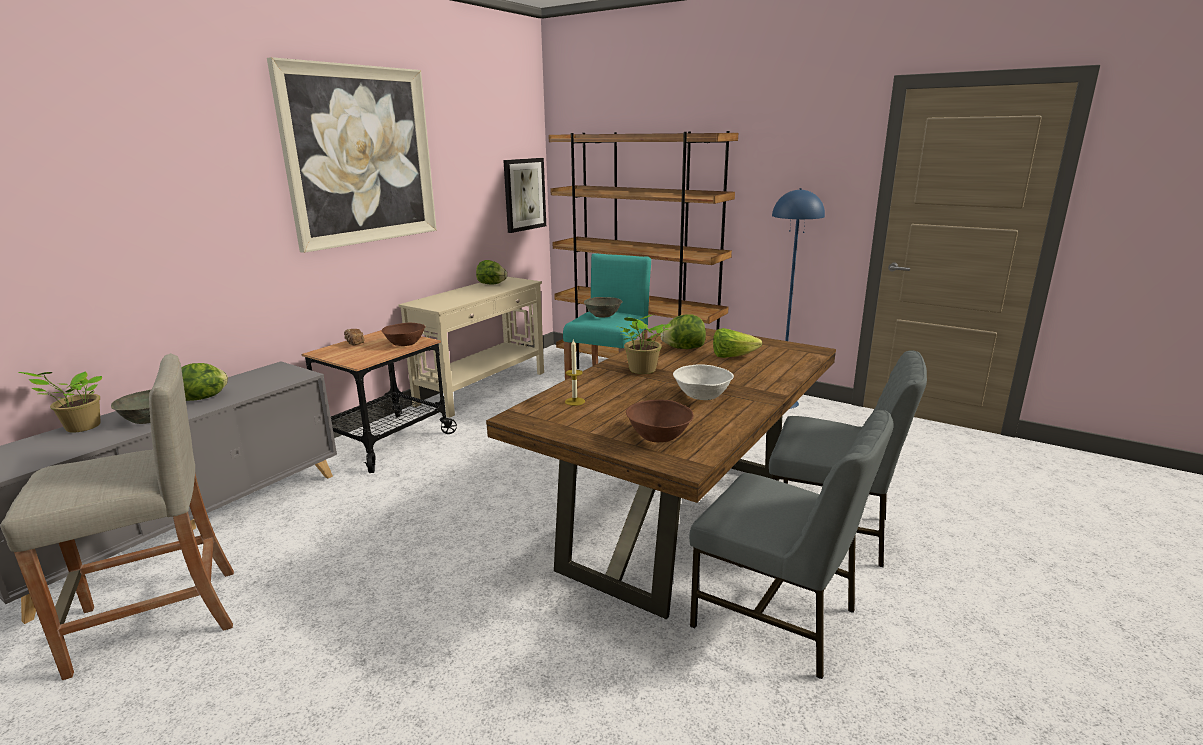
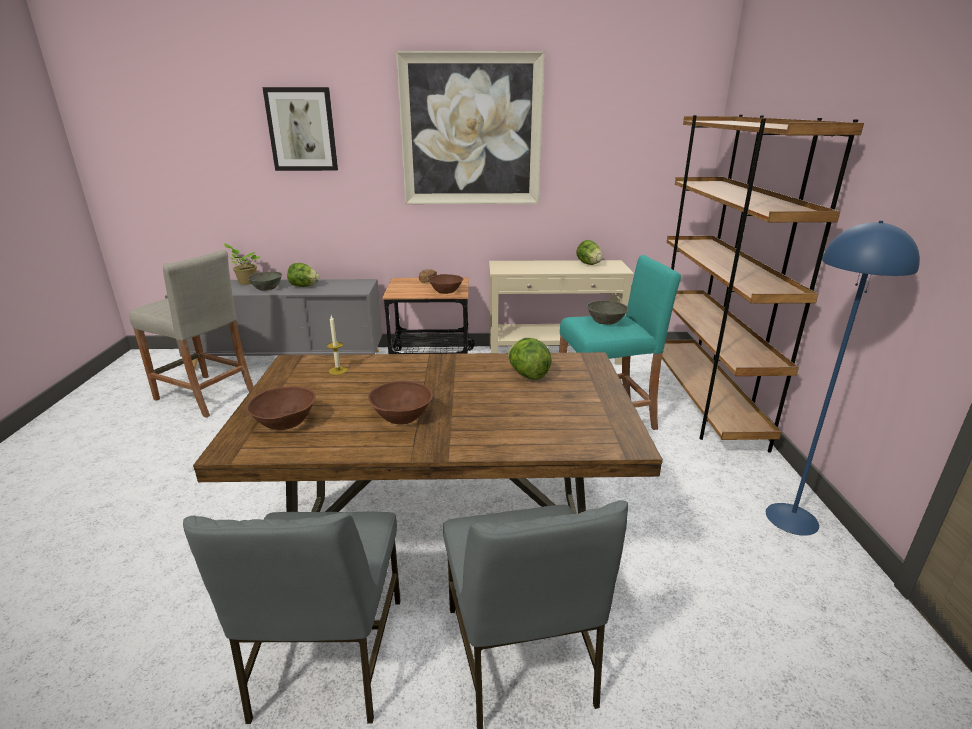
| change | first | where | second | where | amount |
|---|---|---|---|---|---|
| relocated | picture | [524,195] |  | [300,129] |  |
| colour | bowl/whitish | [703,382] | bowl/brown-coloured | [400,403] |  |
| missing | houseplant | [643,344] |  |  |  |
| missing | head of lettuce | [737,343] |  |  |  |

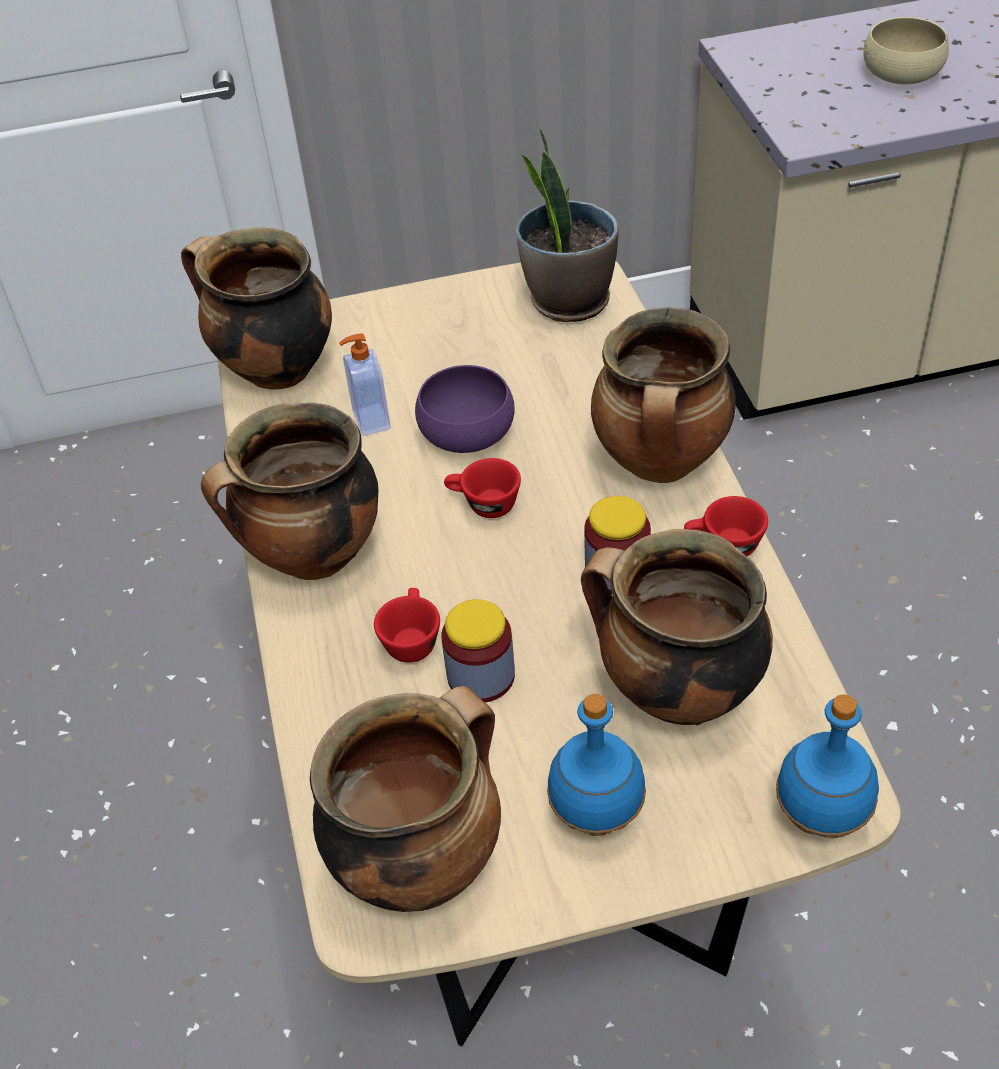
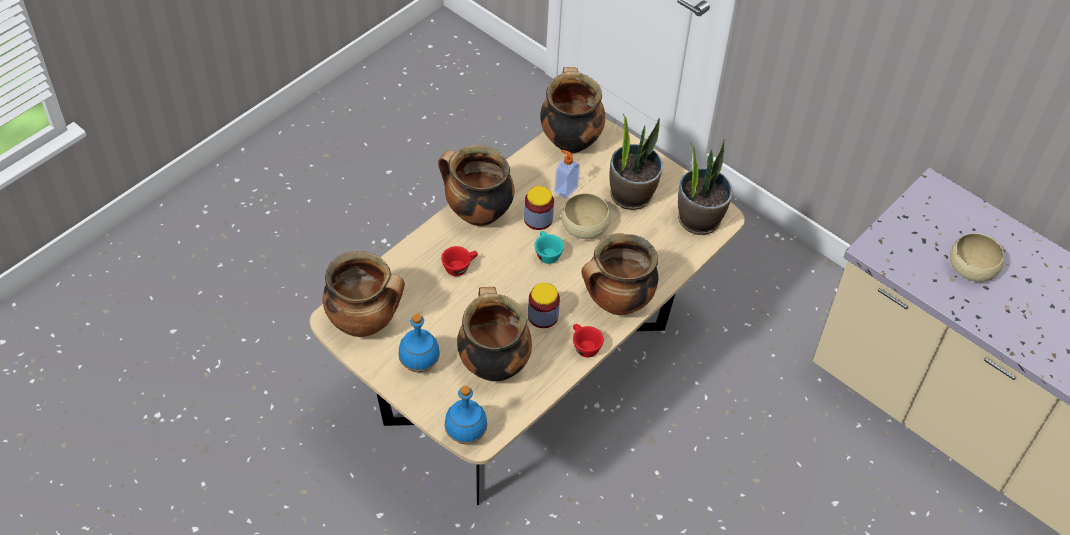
| change | first | where | second | where | amount |
|---|---|---|---|---|---|
| relocated | preserve jar | [478,651] |  | [539,208] |  |
| colour | cup/reddish | [482,488] | cup/blue-green | [549,247] |  |
| colour | bowl/purple-coloured | [465,409] | bowl/beige-coloured | [586,216] |  |
| appeared |  |  | houseplant | [636,162] |  |

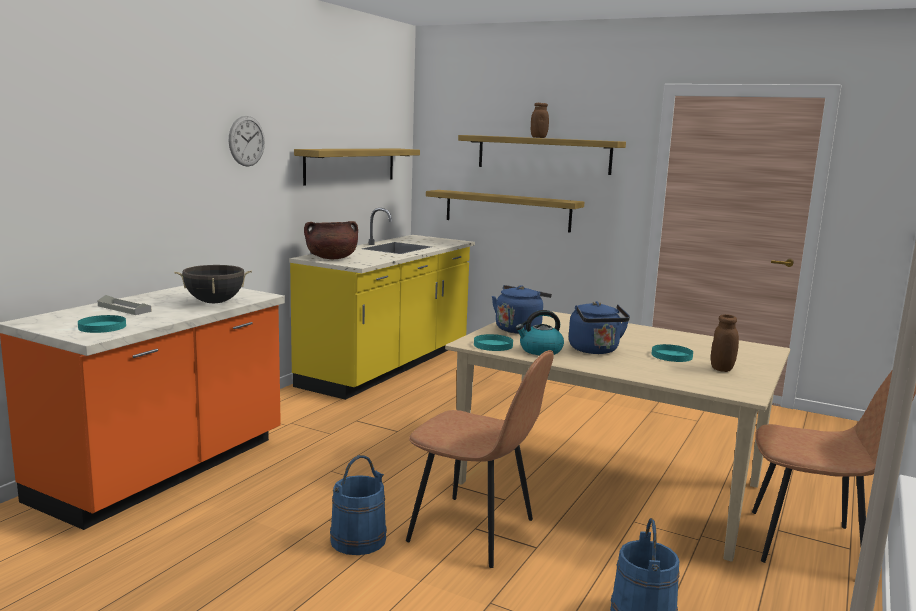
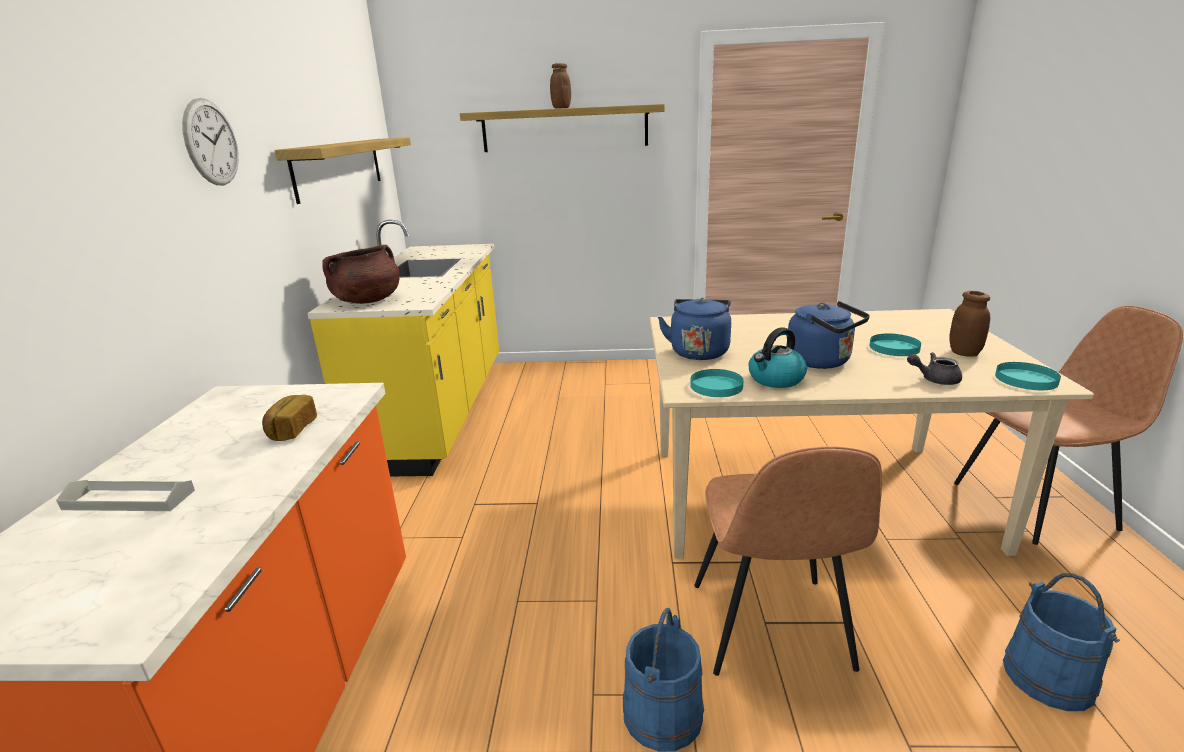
| change | first | where | second | where | amount |
|---|---|---|---|---|---|
| exchanged | stockpot/black-coloured | [213,284] | baked bread | [289,417] |  |
| spun | upright chair/brown-coloured | [480,459] |  | [788,561] | 90 degrees clockwise |
| appeared |  |  | tea pot/gray | [934,368] |  |
| relocated | plate/blue-green | [102,324] |  | [1028,376] |  |
| missing | shelf | [505,211] |  |  |  |

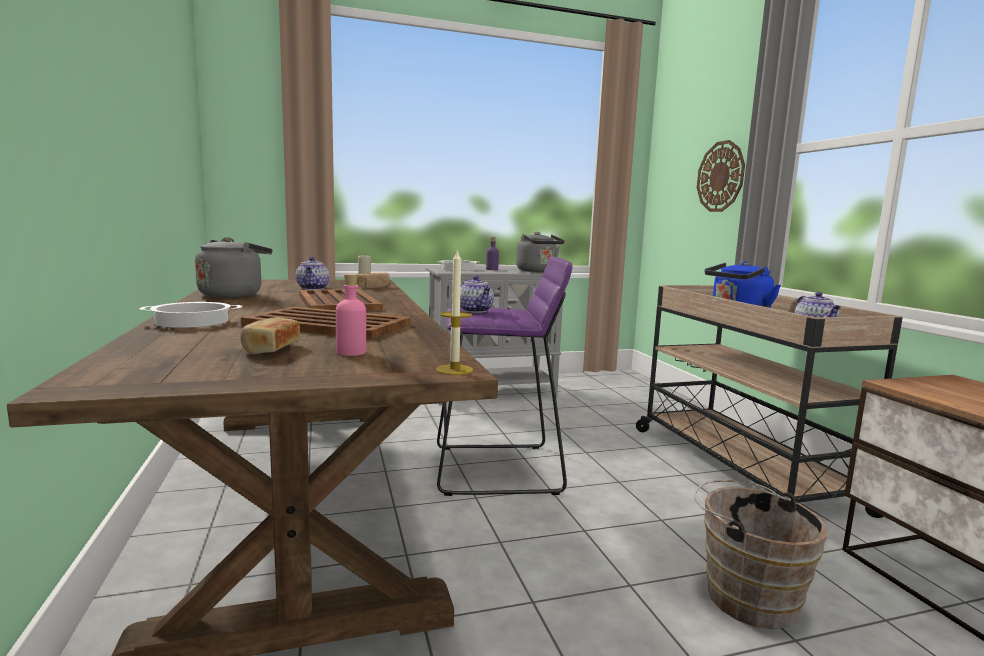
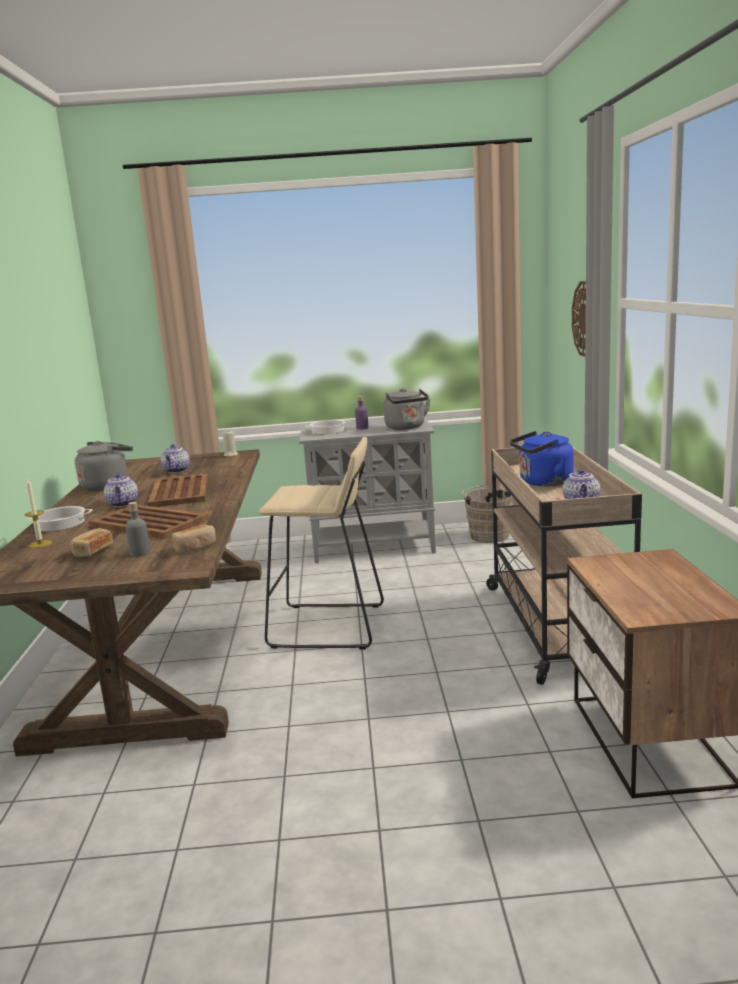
| change | first | where | second | where | amount |
|---|---|---|---|---|---|
| relocated | candle | [454,312] |  | [38,513] |  |
| relocated | tea pot | [477,294] |  | [121,490] |  |
| colour | drink bottle/pink | [351,315] | drink bottle/gray | [138,529] |  |
| relocated | baked bread | [373,280] |  | [194,539] |  |
| colour | stool/purple-coloured | [505,376] | stool/beige-coloured | [321,543] |  |
| relocated | bucket/brown-coloured | [760,554] |  | [487,514] |  |

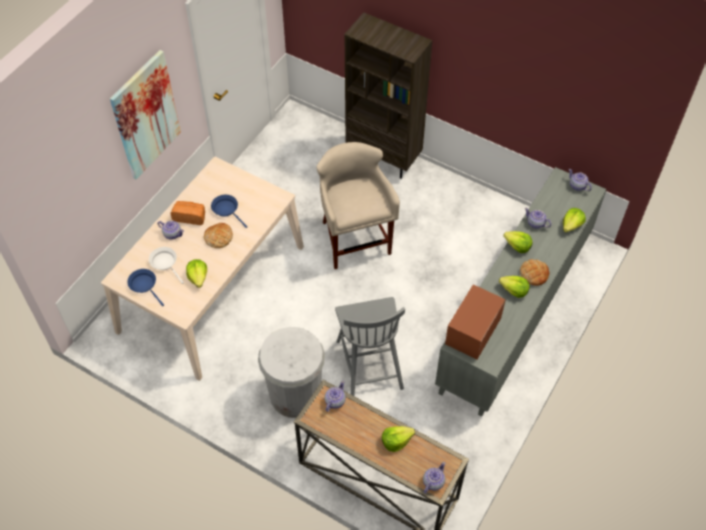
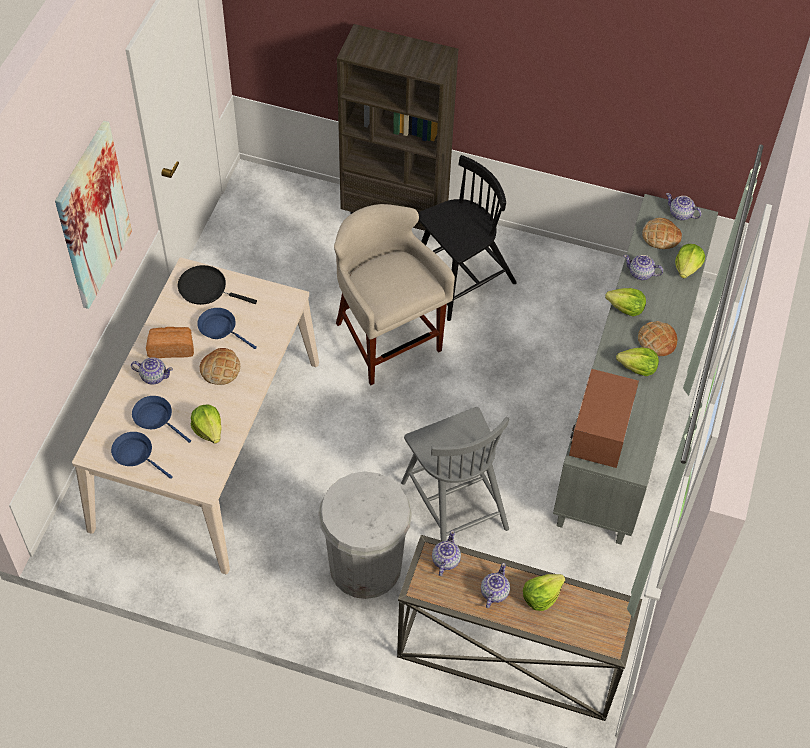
| change | first | where | second | where | amount |
|---|---|---|---|---|---|
| colour | frying pan/whitish | [166,265] | frying pan/blue-coloured | [161,419] |  |
| appeared |  |  | frying pan/black-coloured | [217,285] |  |
| appeared |  |  | upright chair/black-coloured | [467,238] |  |
| relocated | tea pot | [434,478] |  | [495,585] |  |
| appeared |  |  | baked bread | [662,233] |  |

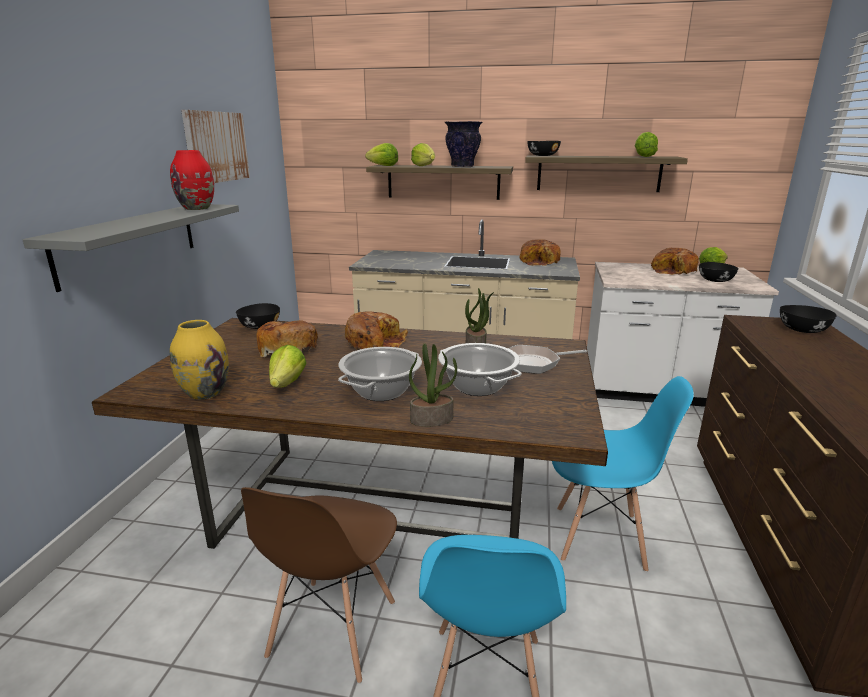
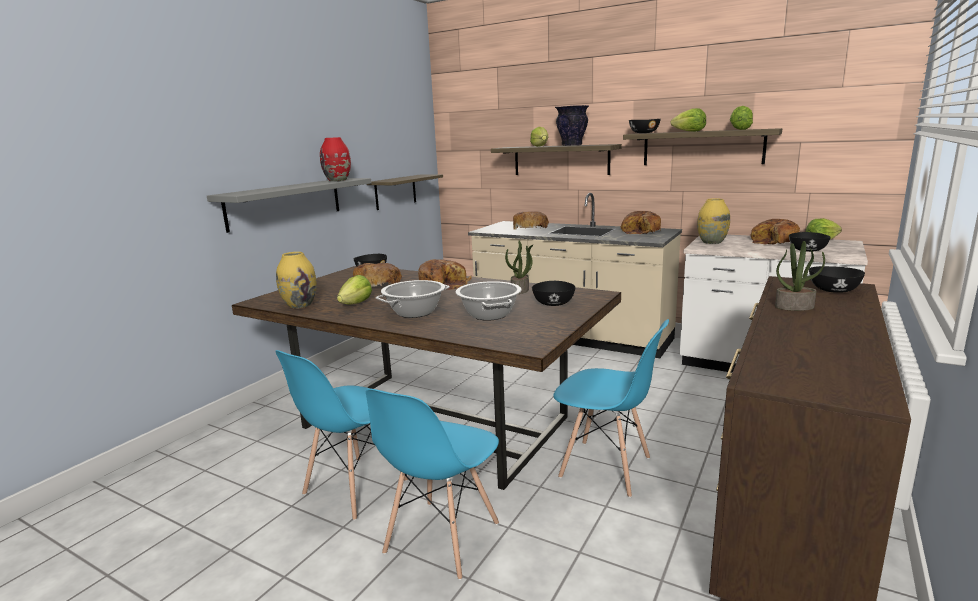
| change | first | where | second | where | amount |
|---|---|---|---|---|---|
| colour | upright chair/brown-coloured | [319,585] | upright chair/blue-coloured | [341,435] |  |
| appeared |  |  | shelf | [405,192] |  |
| appeared |  |  | baked bread | [531,220] |  |
| exchanged | frying pan | [547,359] | bowl/black-coloured | [554,293] |  |
| relocated | head of lettuce | [381,154] |  | [688,119] |  |
| appeared |  |  | decorative vase/yellow-coloured | [713,221] |  |
| relocated | houseplant | [433,385] |  | [800,276] |  |
| missing | picture | [215,146] |  |  |  |

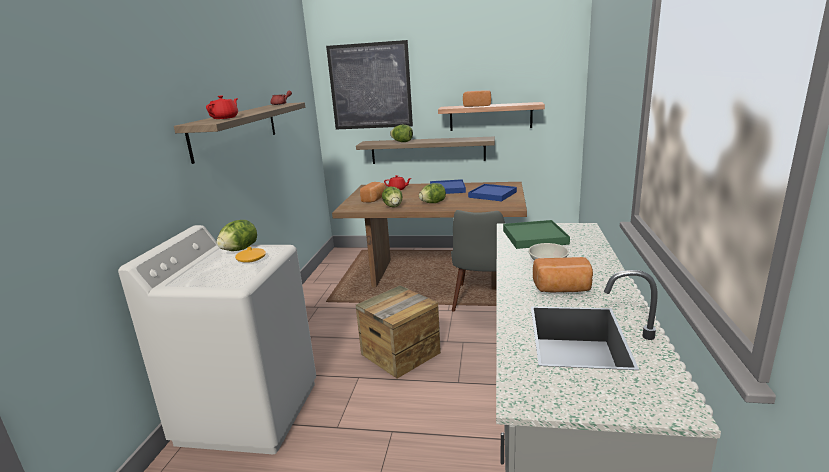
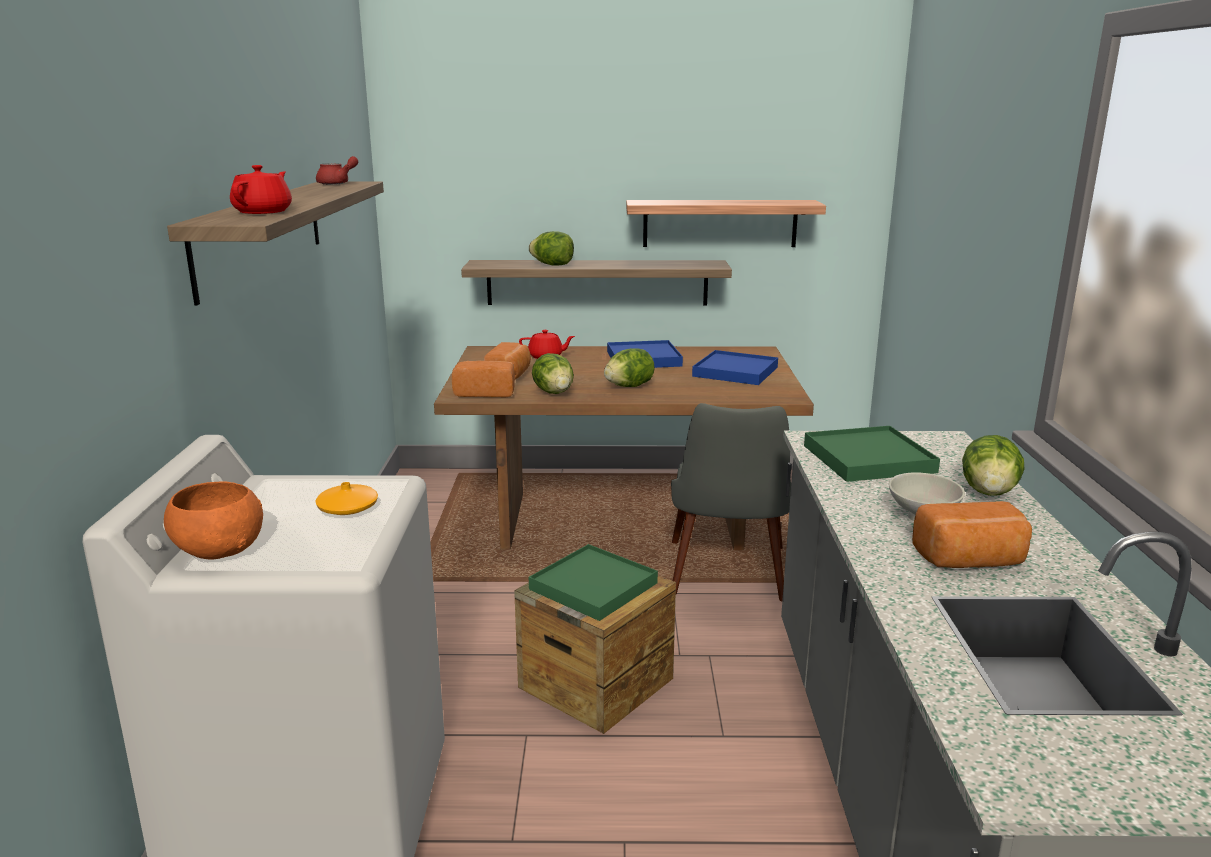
| change | first | where | second | where | amount |
|---|---|---|---|---|---|
| appeared |  |  | bowl/orange-coloured | [213,521] |  |
| relocated | baked bread | [477,98] |  | [483,379] |  |
| appeared |  |  | tray/greenish | [593,582] |  |
| relocated | head of lettuce | [236,235] |  | [993,465] |  |
| missing | picture | [369,85] |  |  |  |

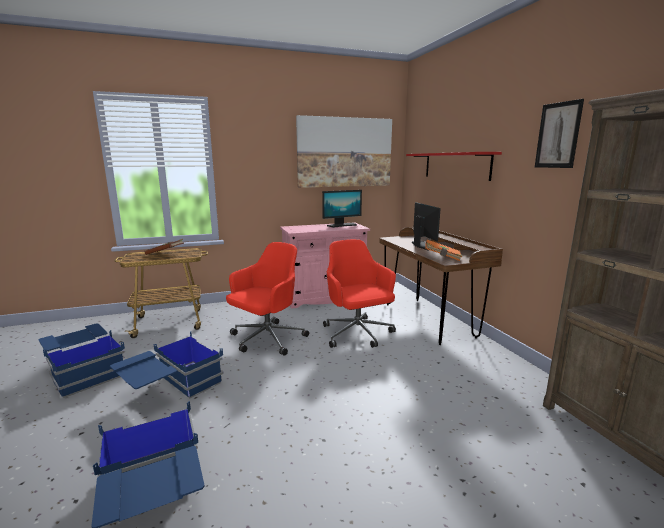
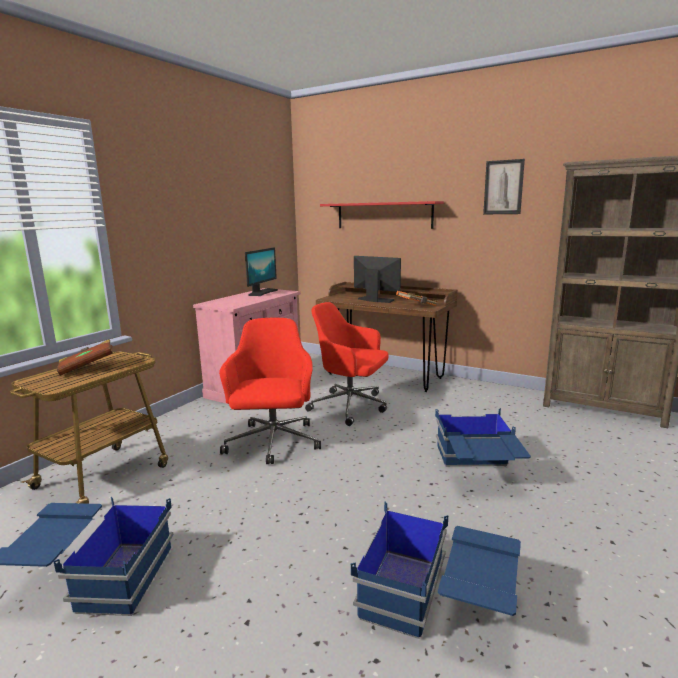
| change | first | where | second | where | amount |
|---|---|---|---|---|---|
| relocated | storage box/blue-coloured | [167,364] |  | [483,437] |  |
| missing | picture | [344,151] |  |  |  |

